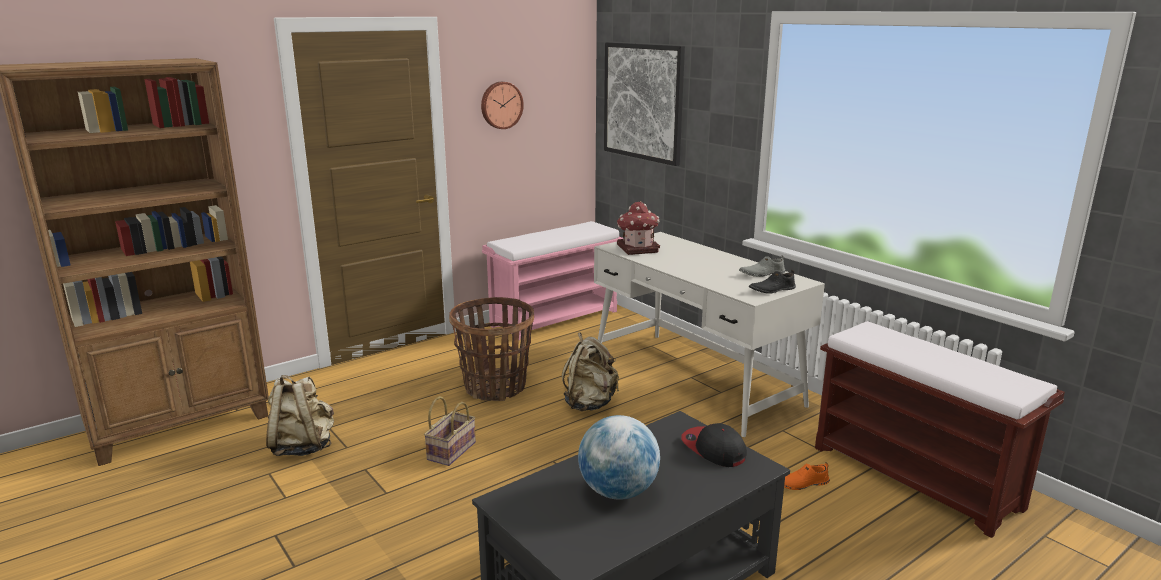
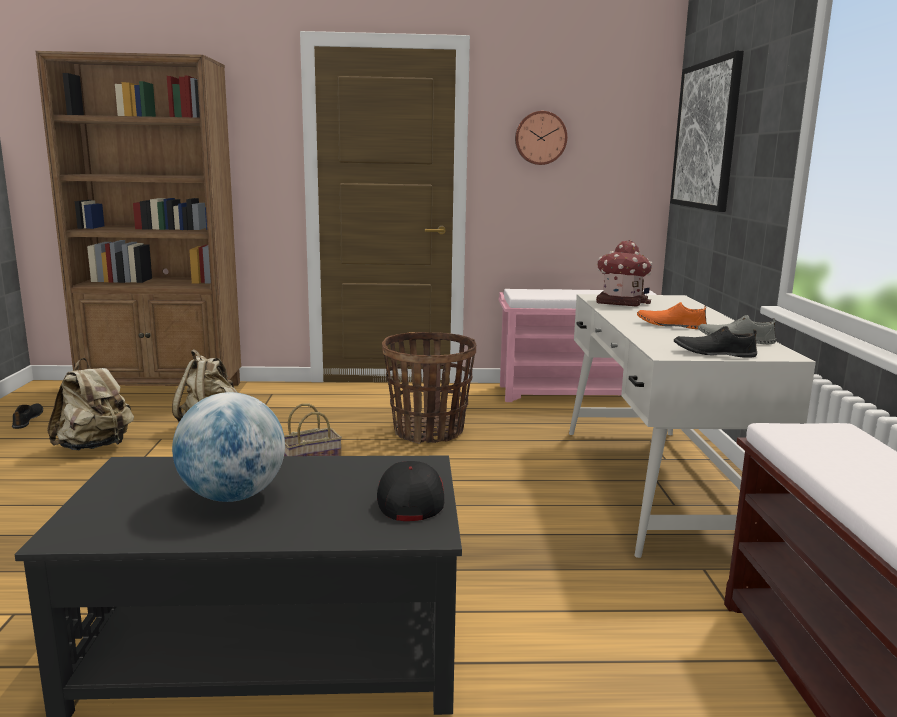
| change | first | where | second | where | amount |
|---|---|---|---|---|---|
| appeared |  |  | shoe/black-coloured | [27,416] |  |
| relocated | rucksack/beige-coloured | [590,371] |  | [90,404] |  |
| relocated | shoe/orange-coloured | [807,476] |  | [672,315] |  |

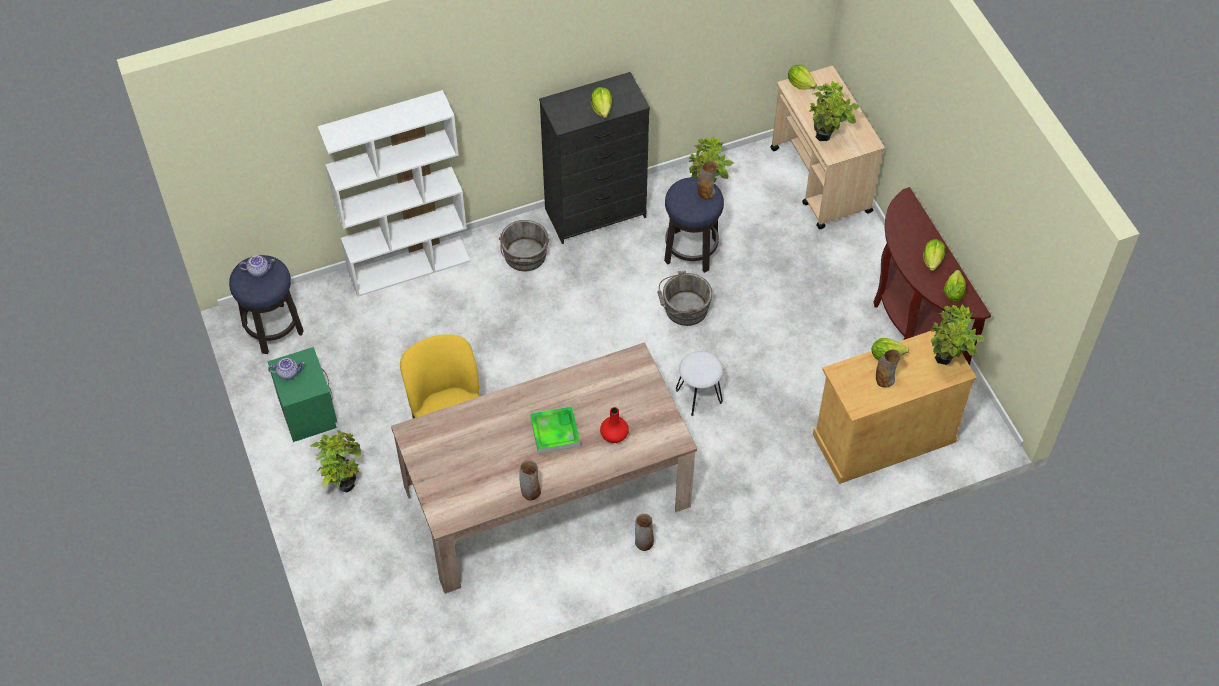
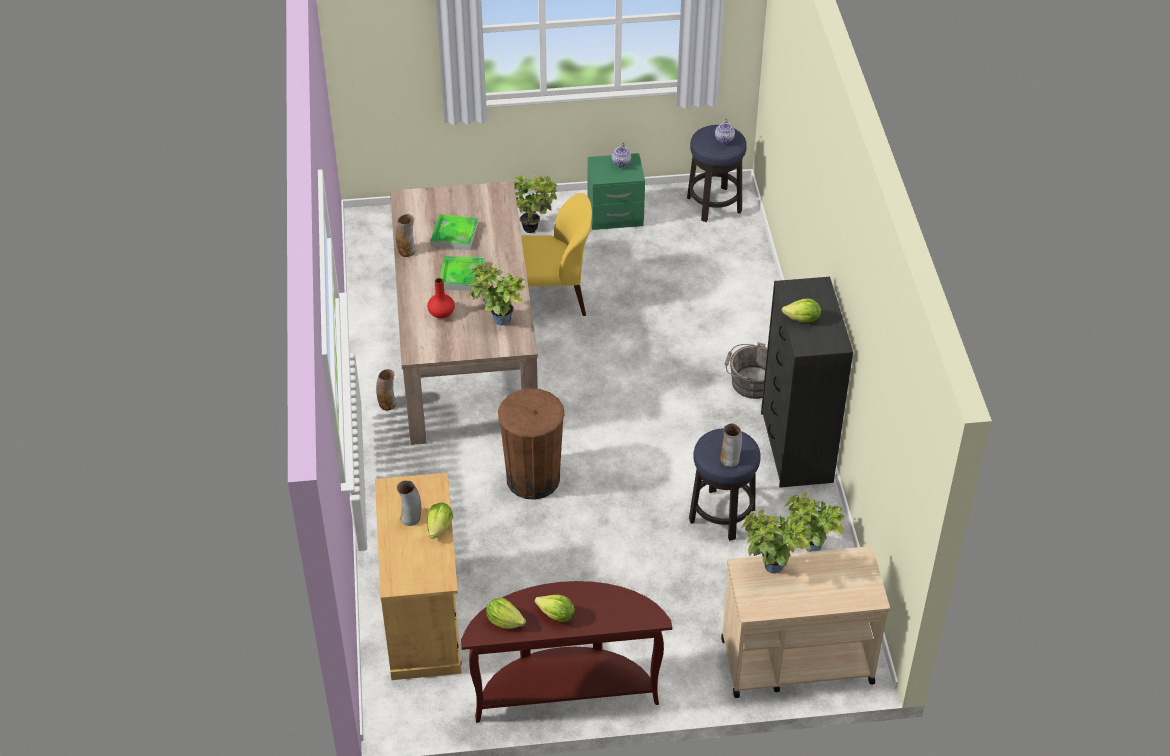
| change | first | where | second | where | amount |
|---|---|---|---|---|---|
| appeared |  |  | tray | [454,232] |  |
| relocated | houseplant | [958,334] |  | [496,294] |  |
| exchanged | stool/whitish | [699,383] | waste bin/brown-coloured | [531,444] |  |
| missing | shelving unit/whitish | [394,193] |  |  |  |
| missing | bucket/gray | [684,298] |  |  |  |
| missing | head of lettuce | [802,77] |  |  |  |

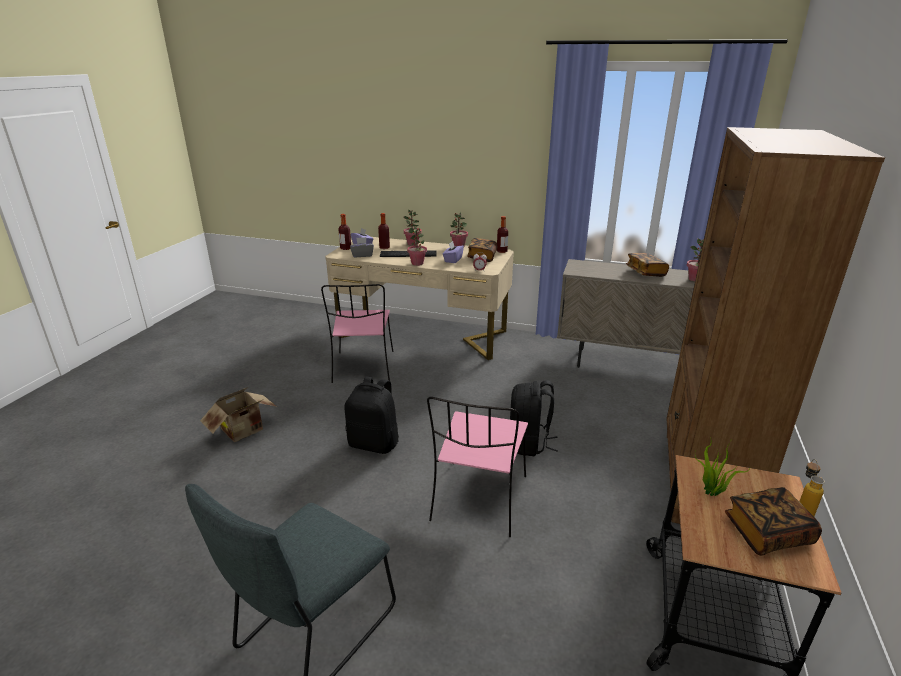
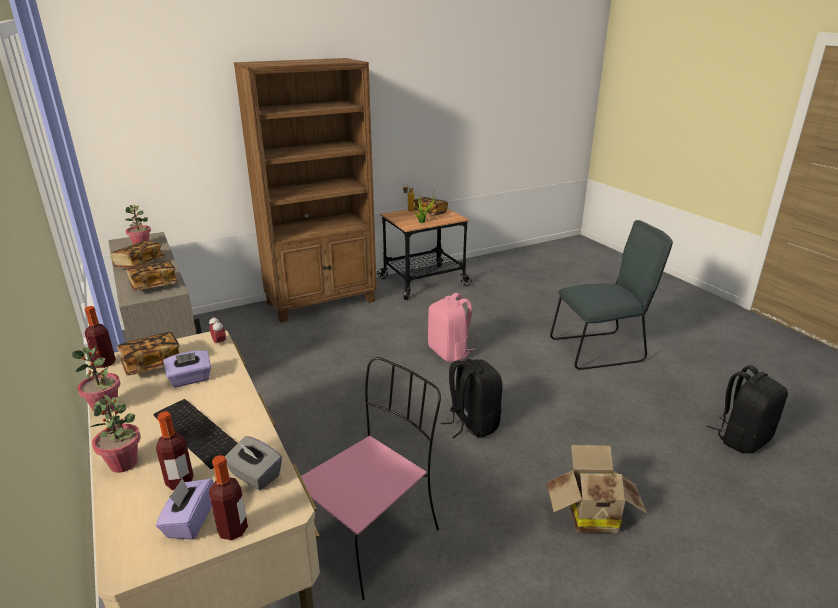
| change | first | where | second | where | amount |
|---|---|---|---|---|---|
| appeared |  |  | book | [152,276] |  |
| exchanged | upright chair/pink | [477,467] | rucksack/pink | [452,327] |  |
| relocated | rucksack/black-coloured | [534,418] |  | [747,409] |  |
| missing | houseplant | [417,246] |  |  |  |

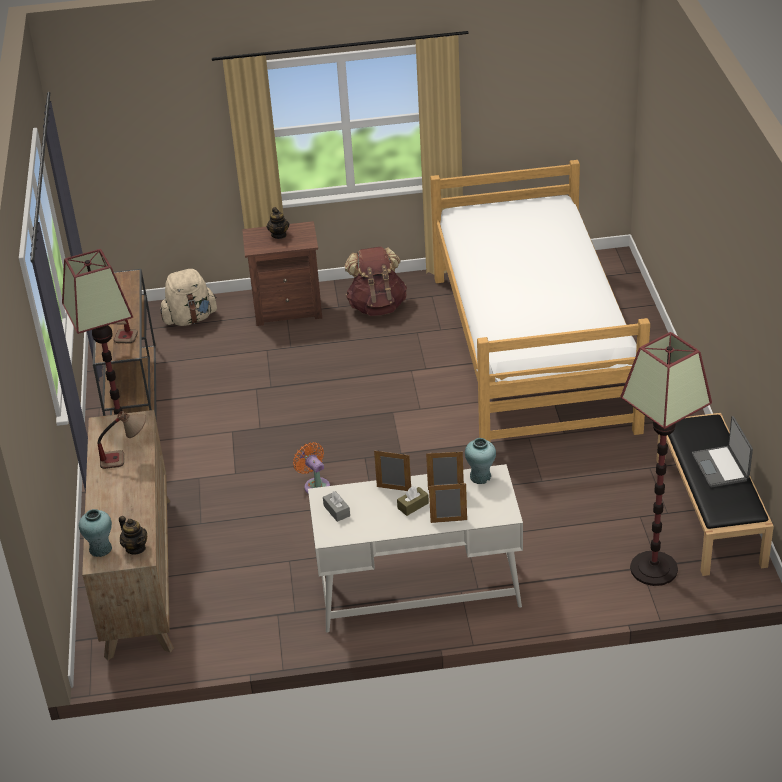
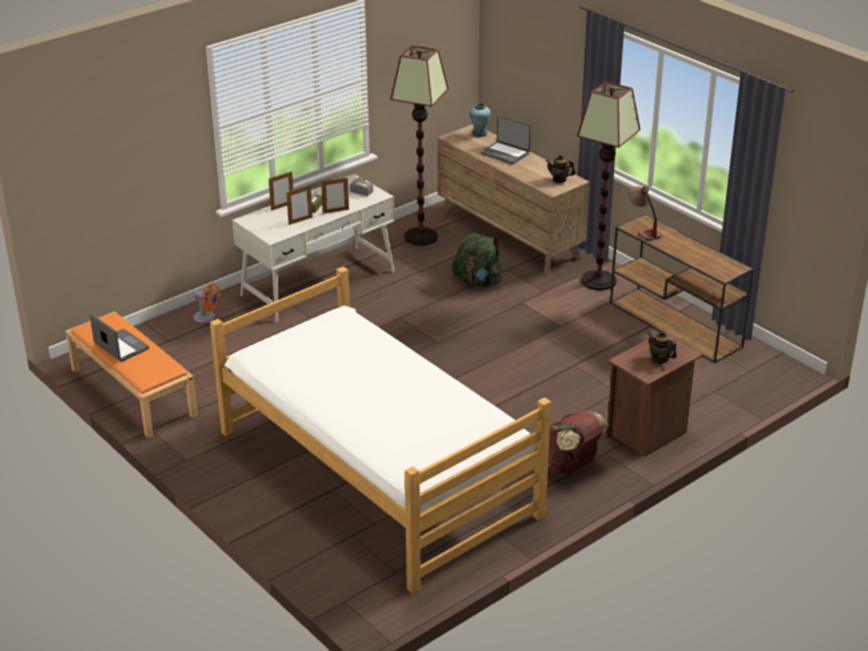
| change | first | where | second | where | amount |
|---|---|---|---|---|---|
| colour | long seat/black-coloured | [715,494] | long seat/orange-coloured | [131,374] |  |
| relocated | electric fan/orange-coloured | [311,467] |  | [207,303] |  |
| relocated | floor lamp | [666,459] |  | [419,145] |  |
| appeared |  |  | rucksack/greenish | [477,260] |  |
| appeared |  |  | notebook computer | [506,139] |  |
| relocated | tea pot | [133,535] |  | [561,169] |  |
| missing | lamp for a table | [121,440] |  |  |  |
| missing | rucksack/beige-coloured | [188,297] |  |  |  |
| missing | decorative vase/blue-green | [480,461] |  |  |  |

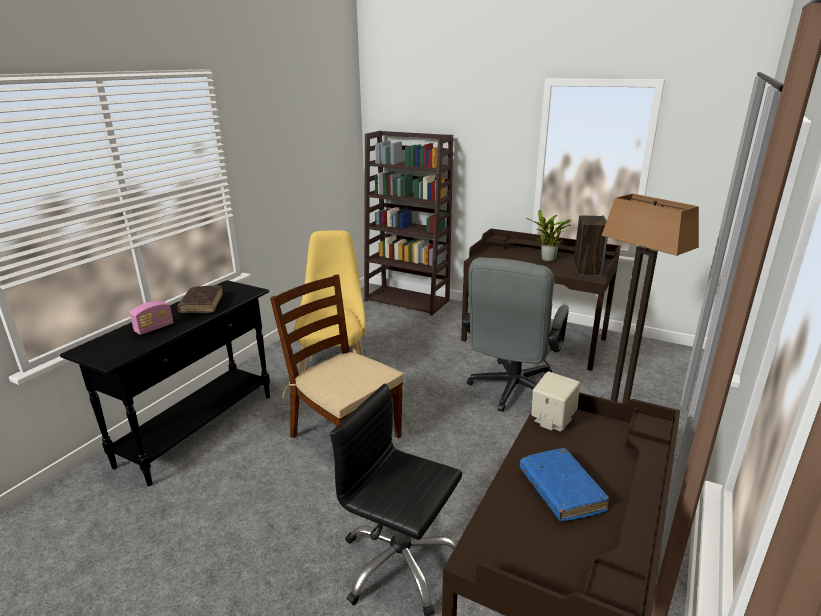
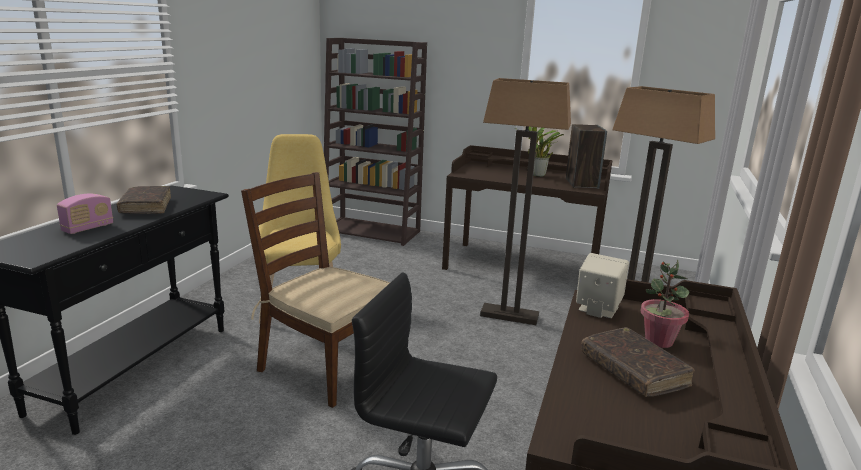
| change | first | where | second | where | amount |
|---|---|---|---|---|---|
| exchanged | desk chair/gray | [516,334] | floor lamp | [525,201] |  |
| colour | book/blue-coloured | [564,484] | book/brown-coloured | [638,362] |  |
| appeared |  |  | houseplant | [665,303] |  |

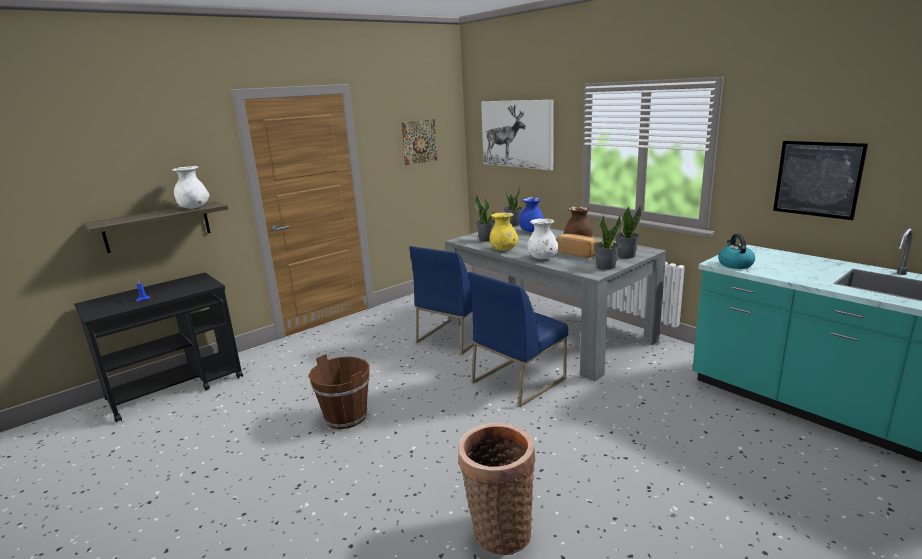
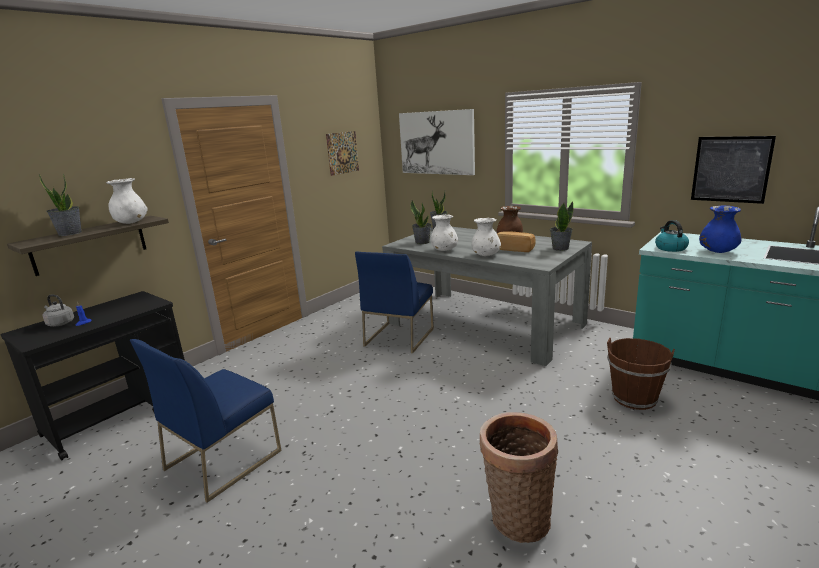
| change | first | where | second | where | amount |
|---|---|---|---|---|---|
| relocated | houseplant | [607,242] |  | [60,204] |  |
| appeared |  |  | kettle/gray | [58,311] |  |
| relocated | upright chair/blue-coloured | [518,339] |  | [205,421] |  |
| colour | decorative vase/yellow-coloured | [503,231] | decorative vase/whitish | [444,232] |  |
| relocated | bucket/brown-coloured | [339,391] |  | [641,374] |  |
| relocated | decorative vase/blue-coloured | [531,214] |  | [720,229] |  |

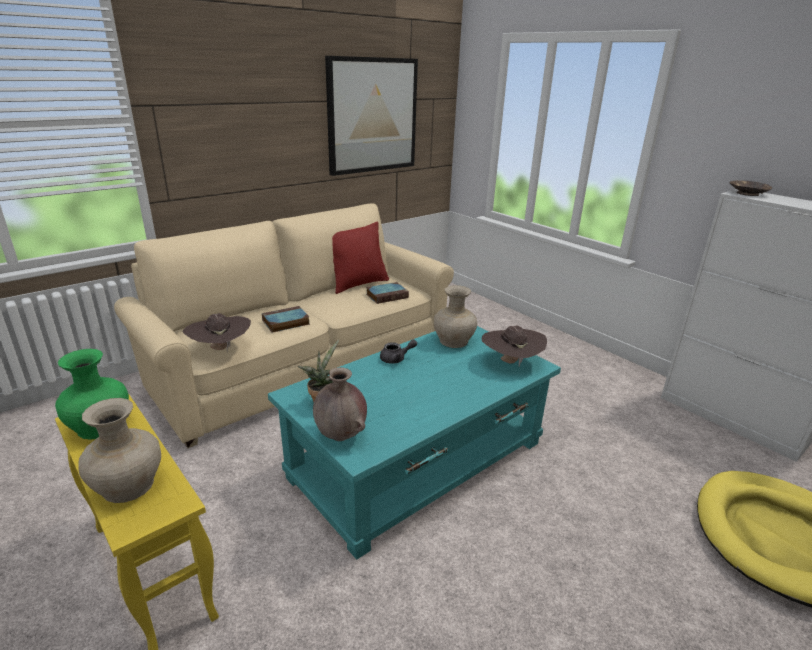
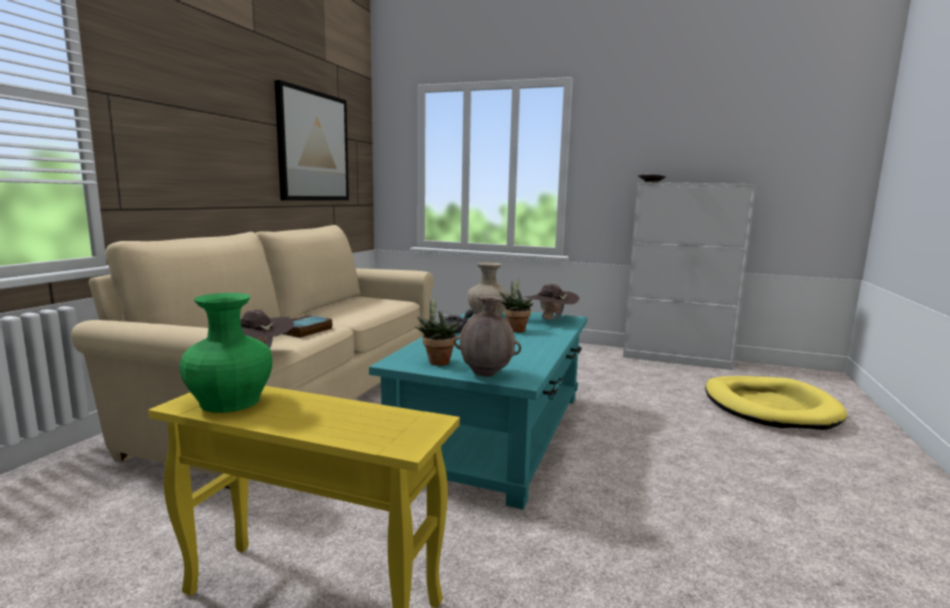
| change | first | where | second | where | amount |
|---|---|---|---|---|---|
| appeared |  |  | houseplant | [516,305] |  |
| missing | decorative vase/beige-coloured | [119,450] |  |  |  |
| missing | pillow/reddish | [360,258] |  |  |  |
| missing | book | [387,293] |  |  |  |

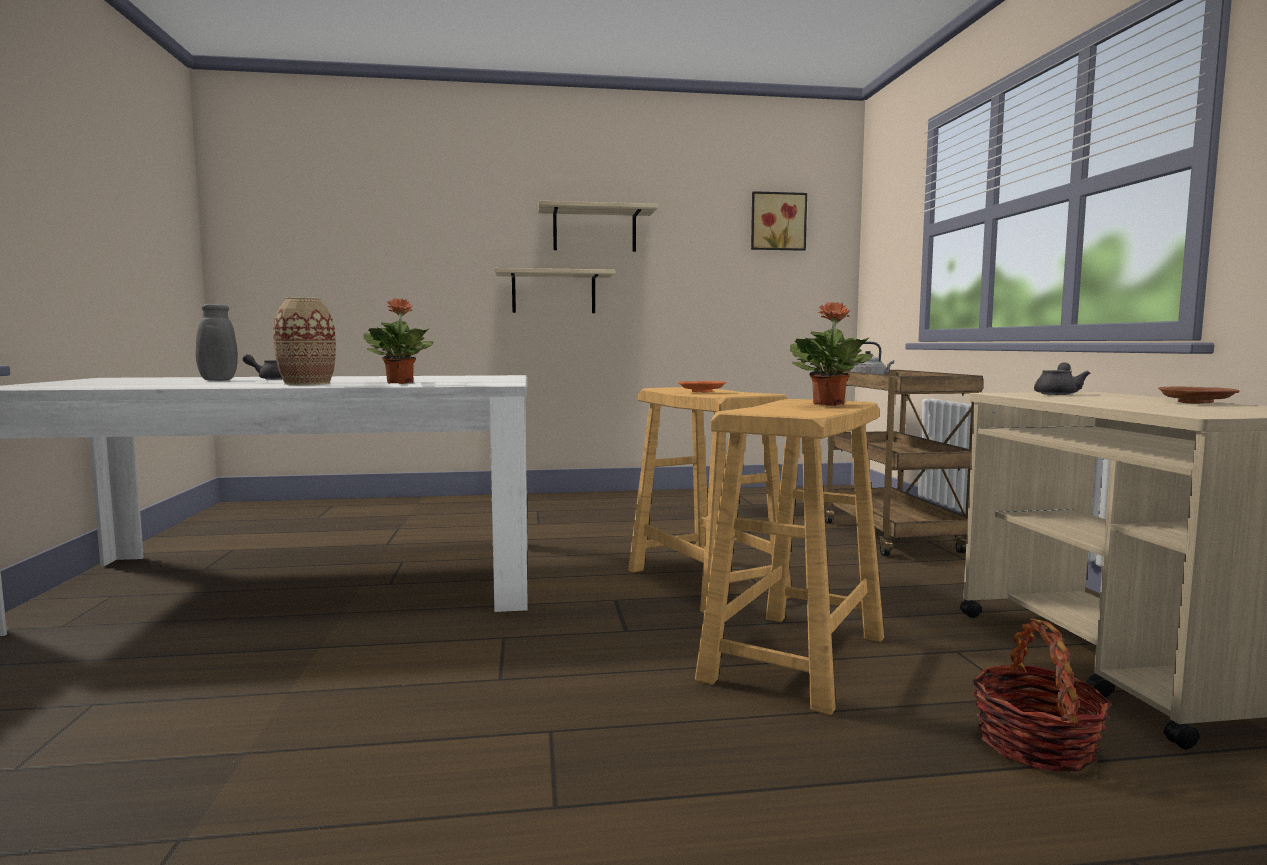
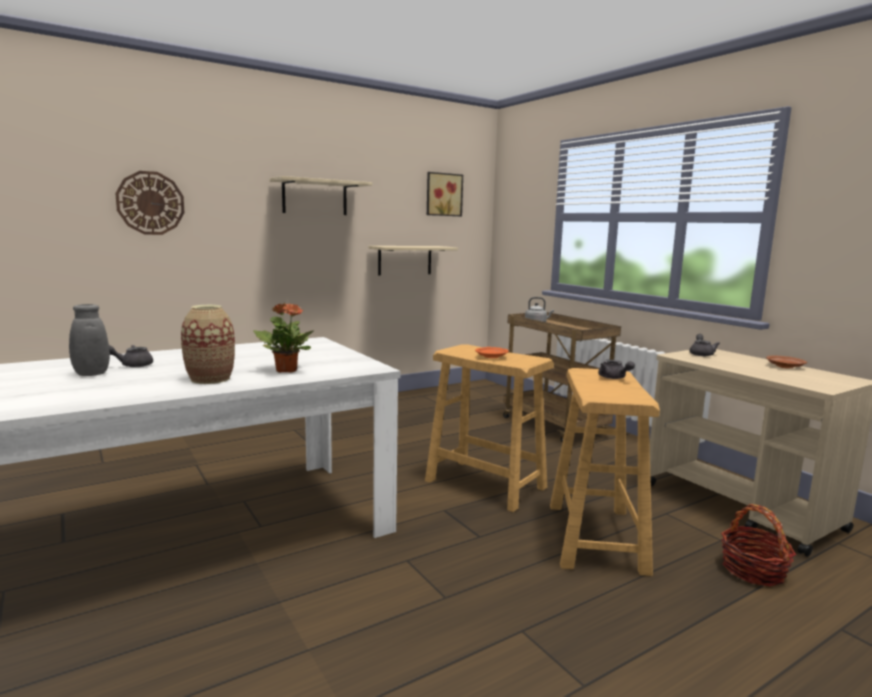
| change | first | where | second | where | amount |
|---|---|---|---|---|---|
| appeared |  |  | clock on the wall | [150,203] |  |
| relocated | shelf | [555,290] |  | [413,260] |  |
| exchanged | houseplant | [831,354] | tea pot/gray | [616,369] |  |

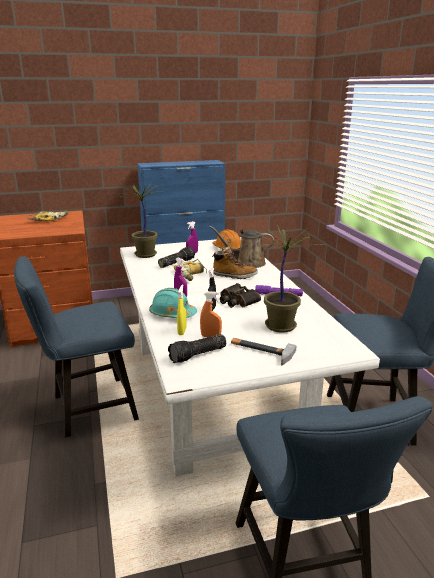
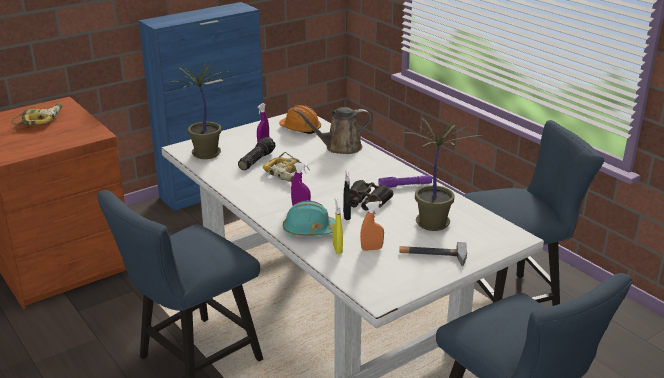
| change | first | where | second | where | amount |
|---|---|---|---|---|---|
| missing | hand torch | [197,348] |  |  |  |
| missing | high-top boot | [235,262] |  |  |  |

